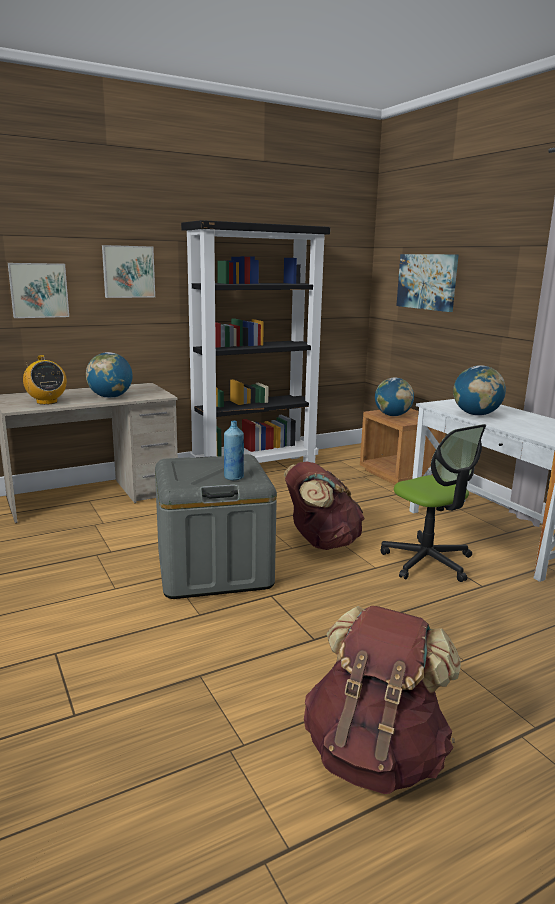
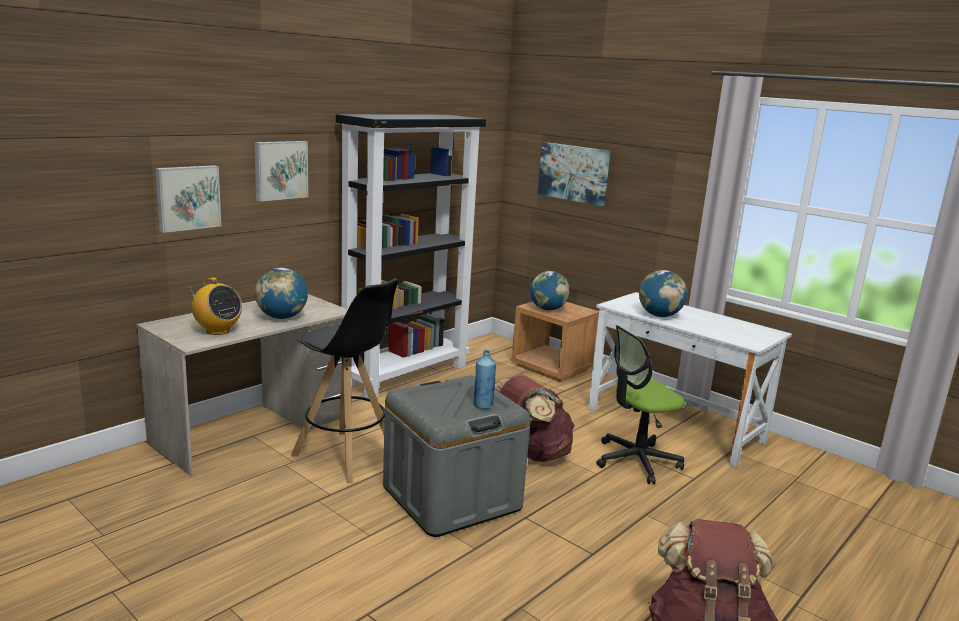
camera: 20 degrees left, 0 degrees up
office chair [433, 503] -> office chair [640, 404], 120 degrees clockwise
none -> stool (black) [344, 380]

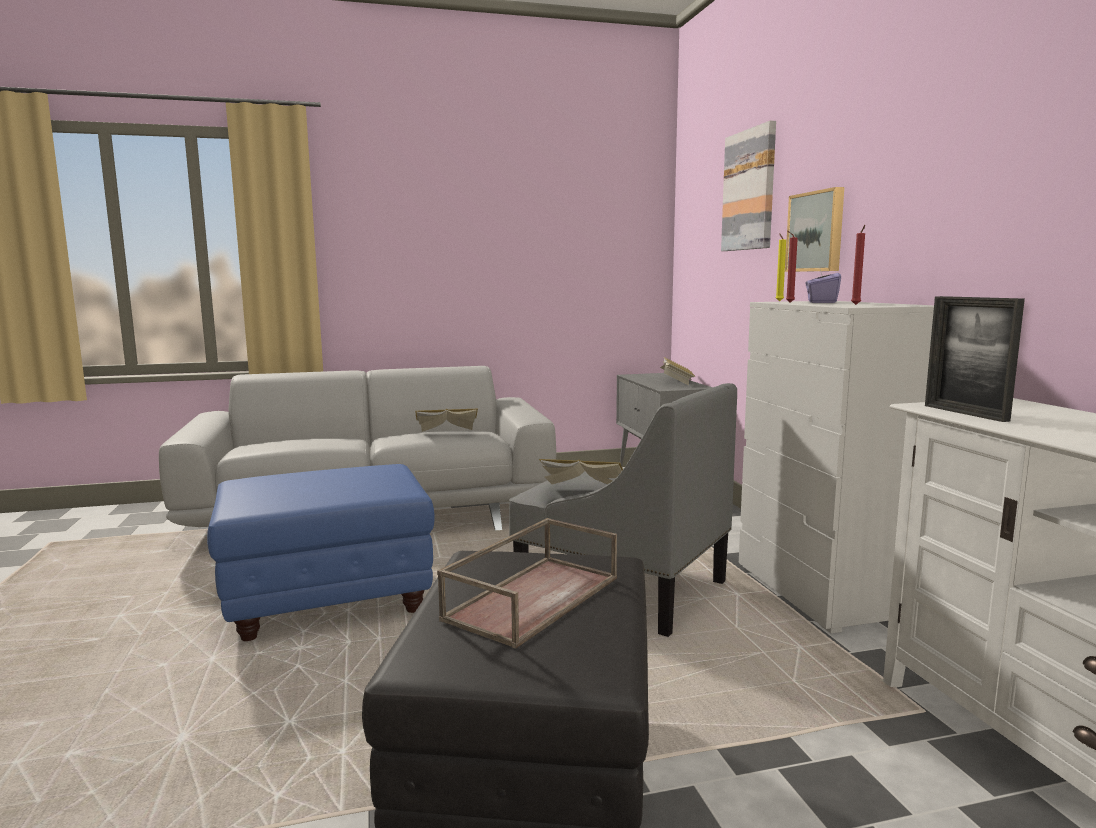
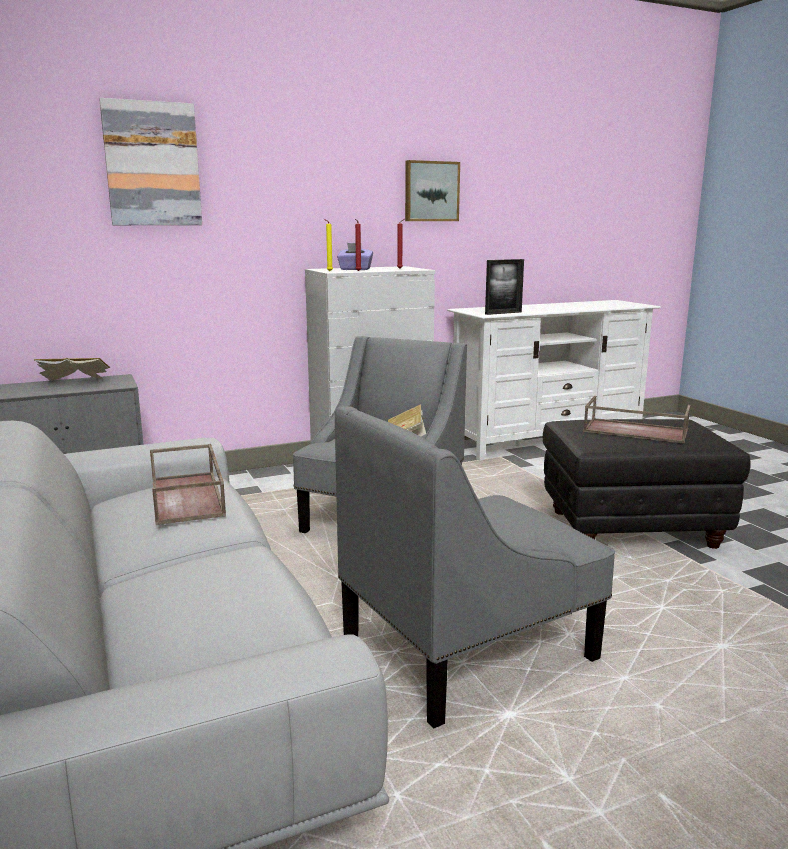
camera: 100 degrees left, 5 degrees up
ottoman (blue) [321, 552] -> armchair (grey) [475, 567]
book [446, 420] -> tray (brown) [188, 484]
picture [814, 229] -> picture [432, 190], relocated

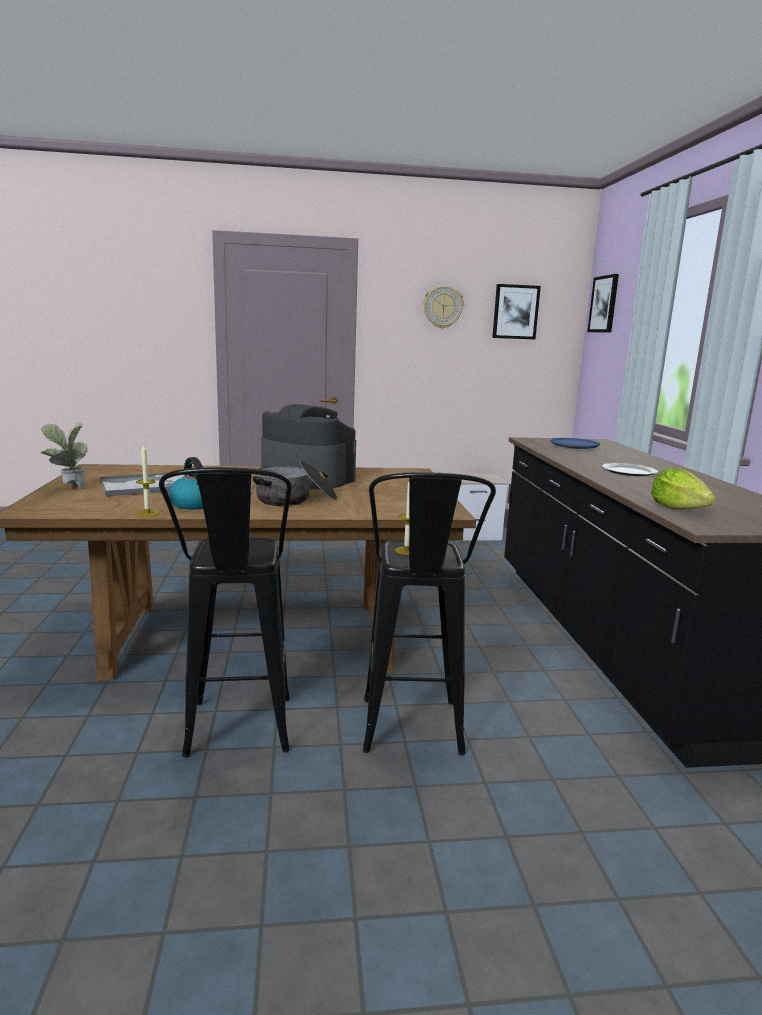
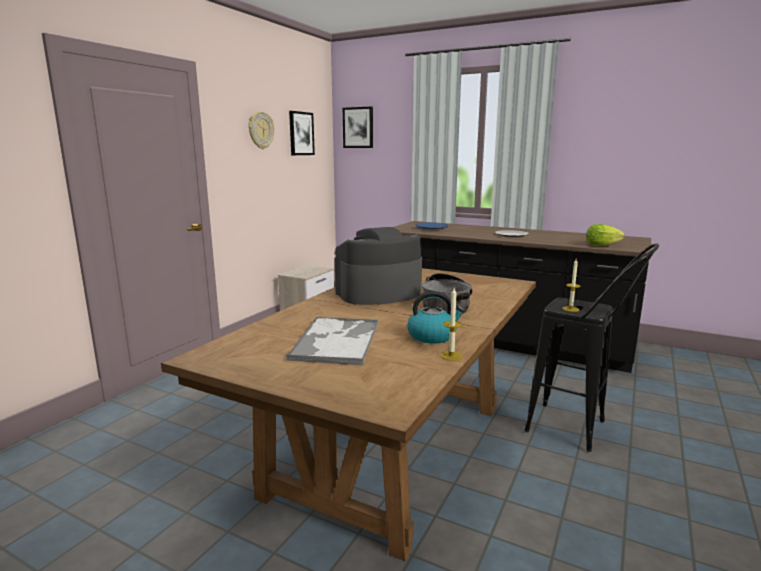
camera: 55 degrees left, 0 degrees up
potted plant [64, 455] -> none
stool (black) [225, 612] -> none

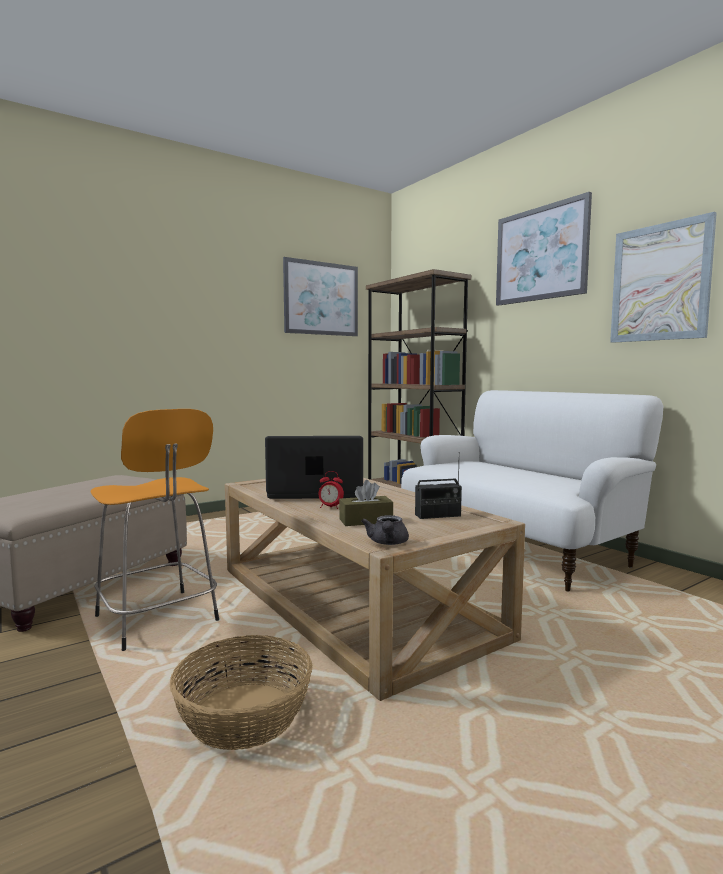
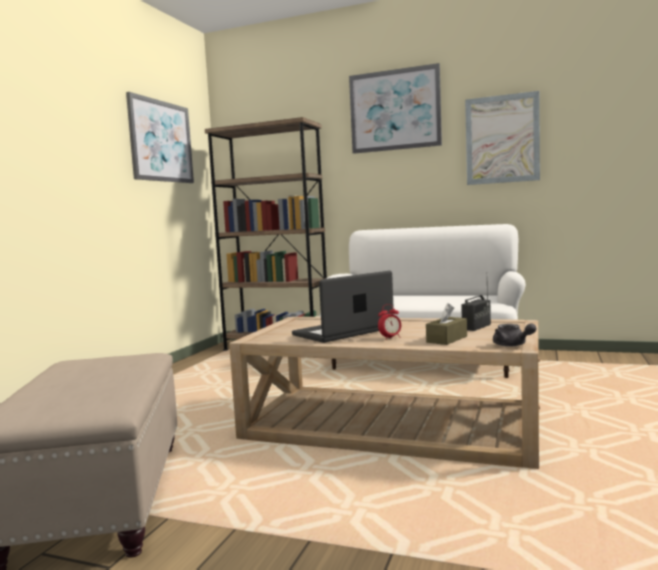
camera: 35 degrees left, 0 degrees up
stool (orange) [155, 530] -> none
basket [241, 692] -> none

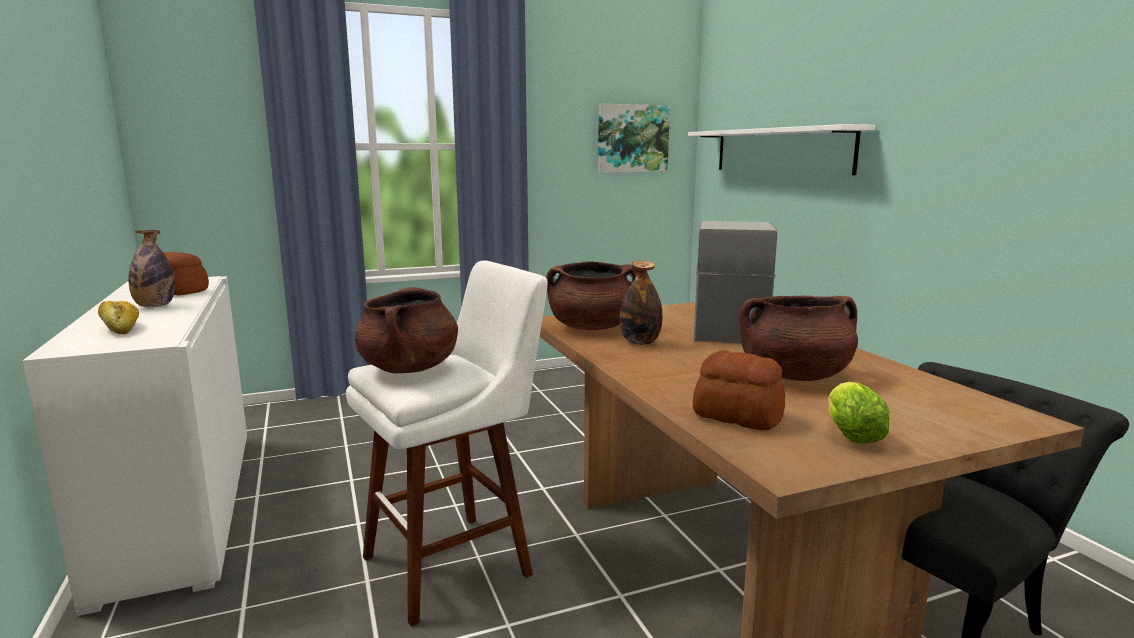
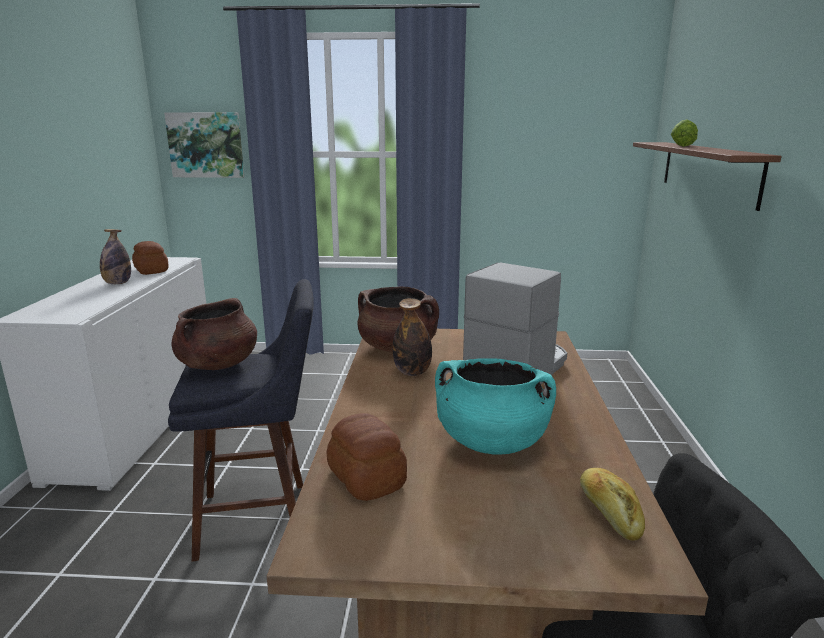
camera: 25 degrees right, 5 degrees up
bread [118, 317] -> bread [612, 504], relocated
stool (white) [447, 443] -> stool (blue) [241, 420]
picture [634, 138] -> picture [204, 145], relocated
shelf (white) [781, 149] -> shelf (brown) [707, 176]
cooking pot (brown) [798, 338] -> cooking pot (turquoise) [495, 406]
lettuce [859, 413] -> lettuce [684, 133], relocated

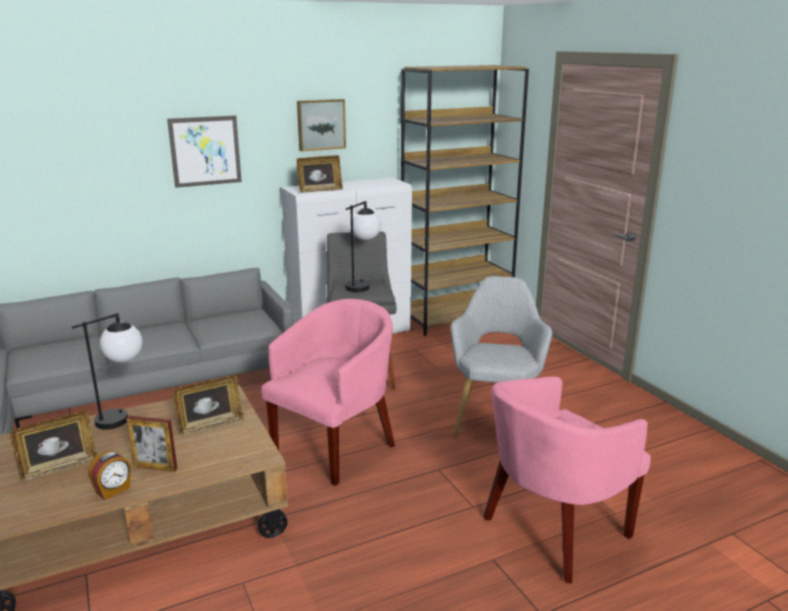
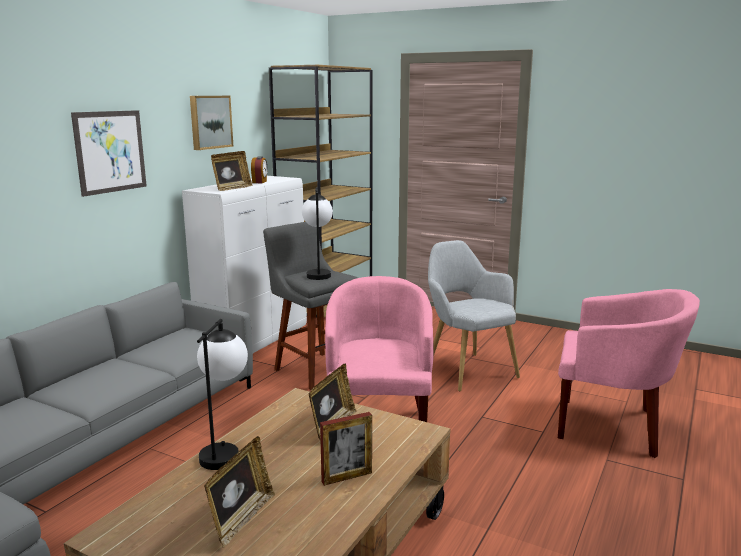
camera: 35 degrees left, 5 degrees down
alarm clock [109, 475] -> alarm clock [259, 169], relocated
armchair (pink) [567, 480] -> armchair (pink) [629, 373], 90 degrees counterclockwise

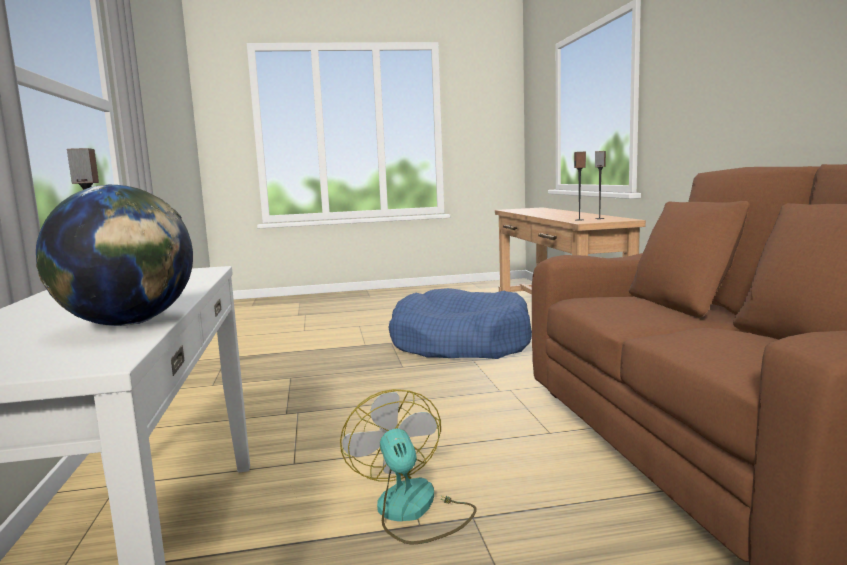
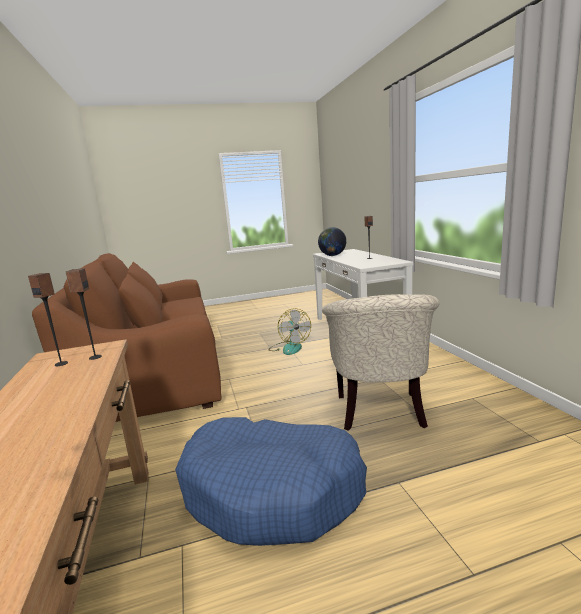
camera: 175 degrees right, 5 degrees up
none -> armchair (beige) [381, 362]

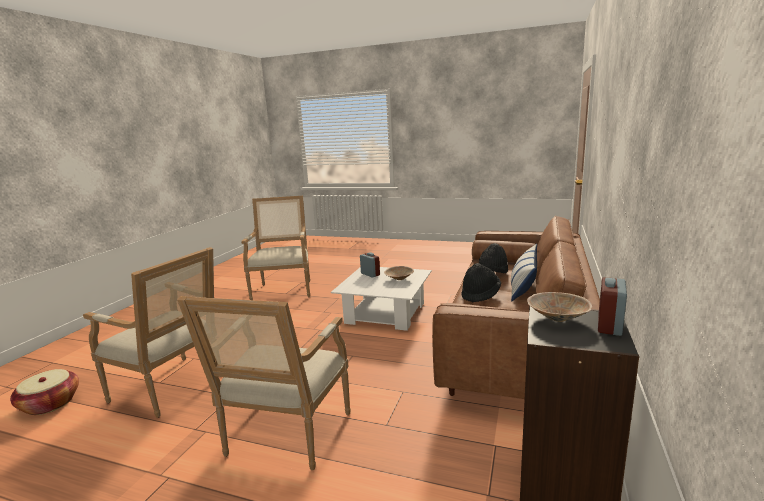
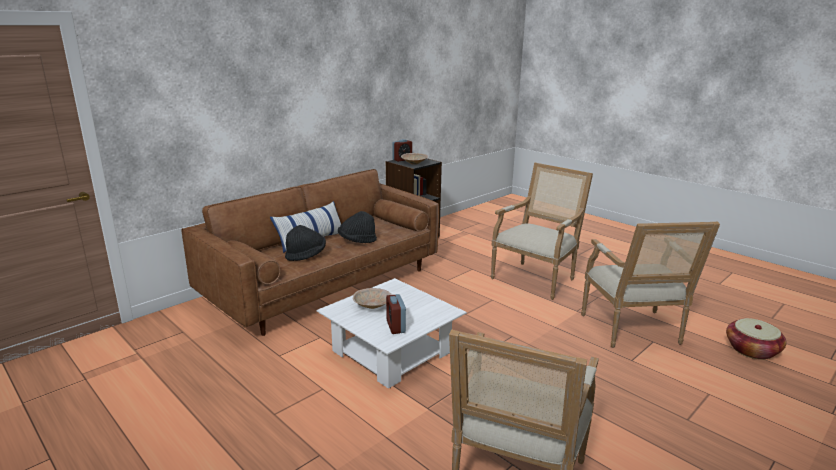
camera: 155 degrees left, 5 degrees up
armchair [148, 332] -> armchair [650, 285], 150 degrees counterclockwise

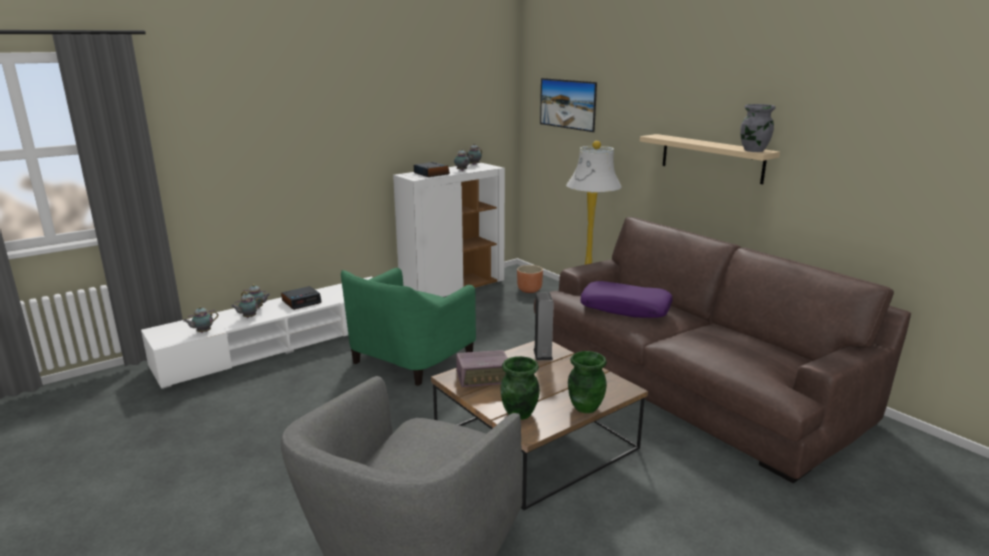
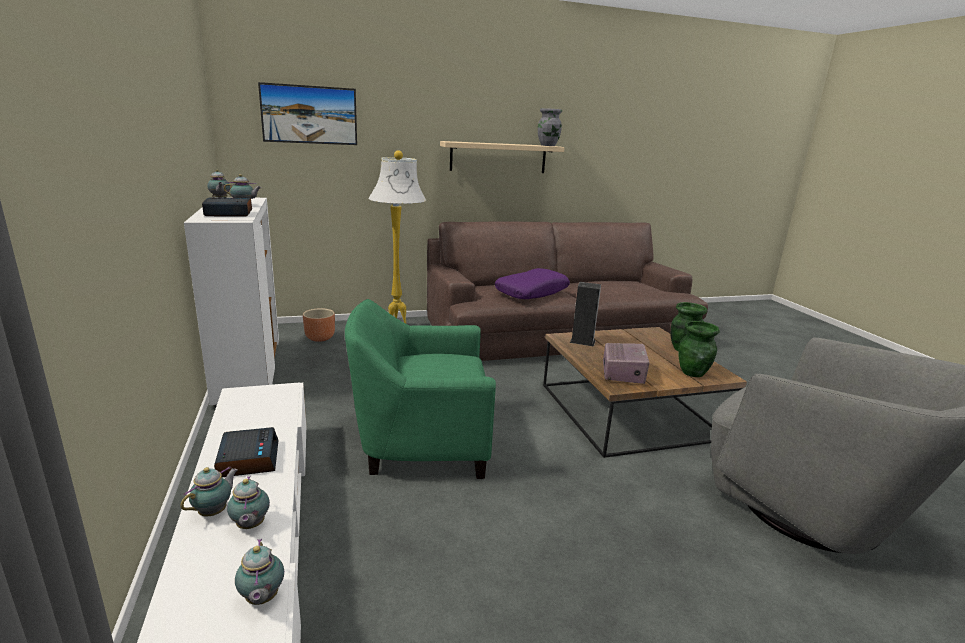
camera: 70 degrees left, 0 degrees up
armchair (green) [408, 327] -> armchair (green) [420, 389], 120 degrees clockwise

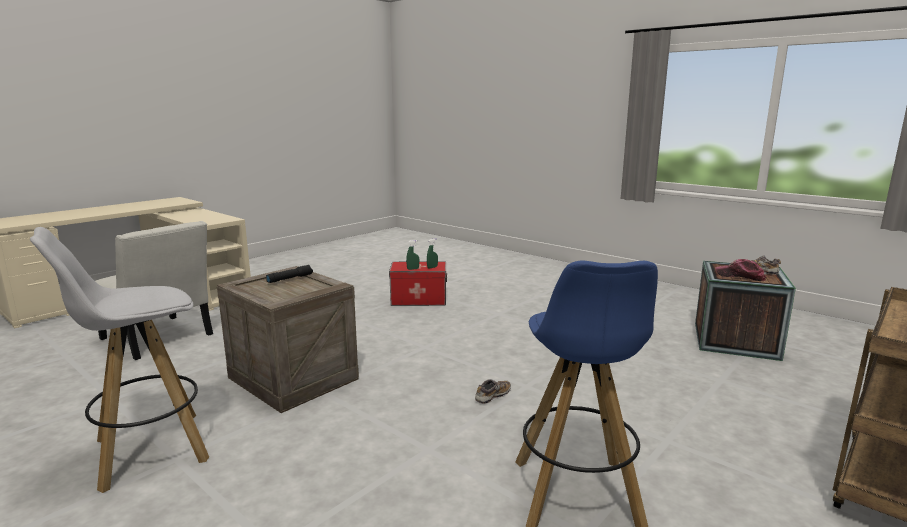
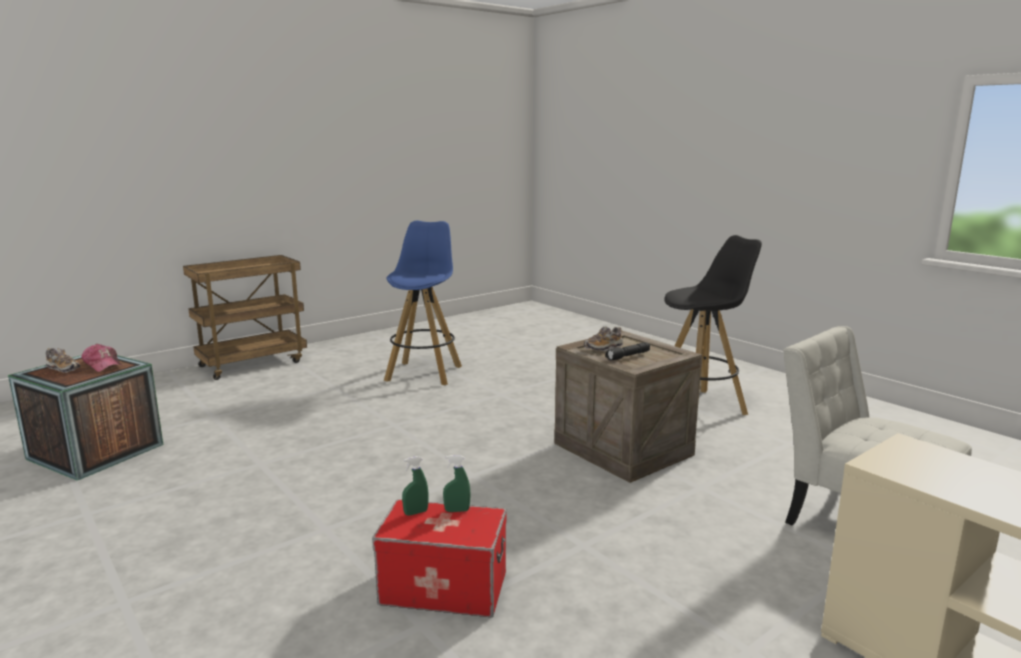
camera: 170 degrees left, 0 degrees up
stool (white) [119, 360] -> stool (black) [713, 325]
shoe [493, 391] -> shoe [603, 339], relocated

